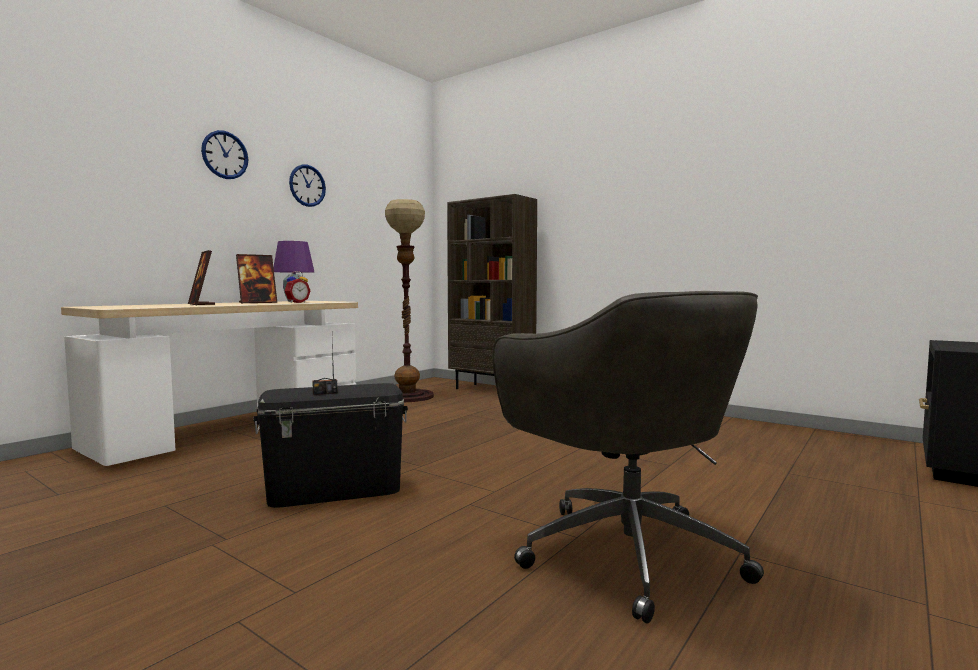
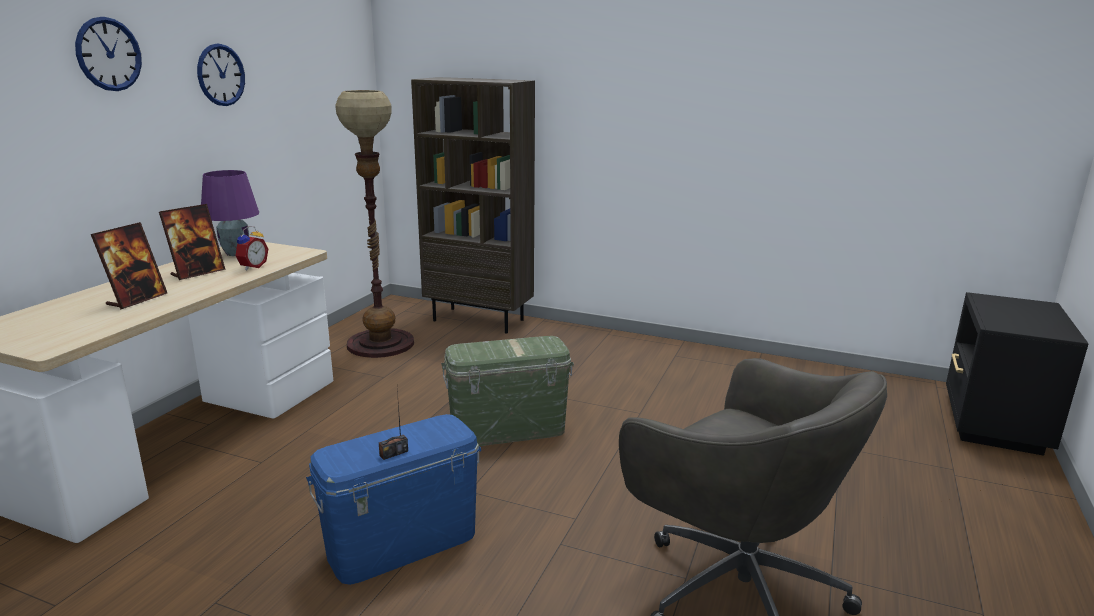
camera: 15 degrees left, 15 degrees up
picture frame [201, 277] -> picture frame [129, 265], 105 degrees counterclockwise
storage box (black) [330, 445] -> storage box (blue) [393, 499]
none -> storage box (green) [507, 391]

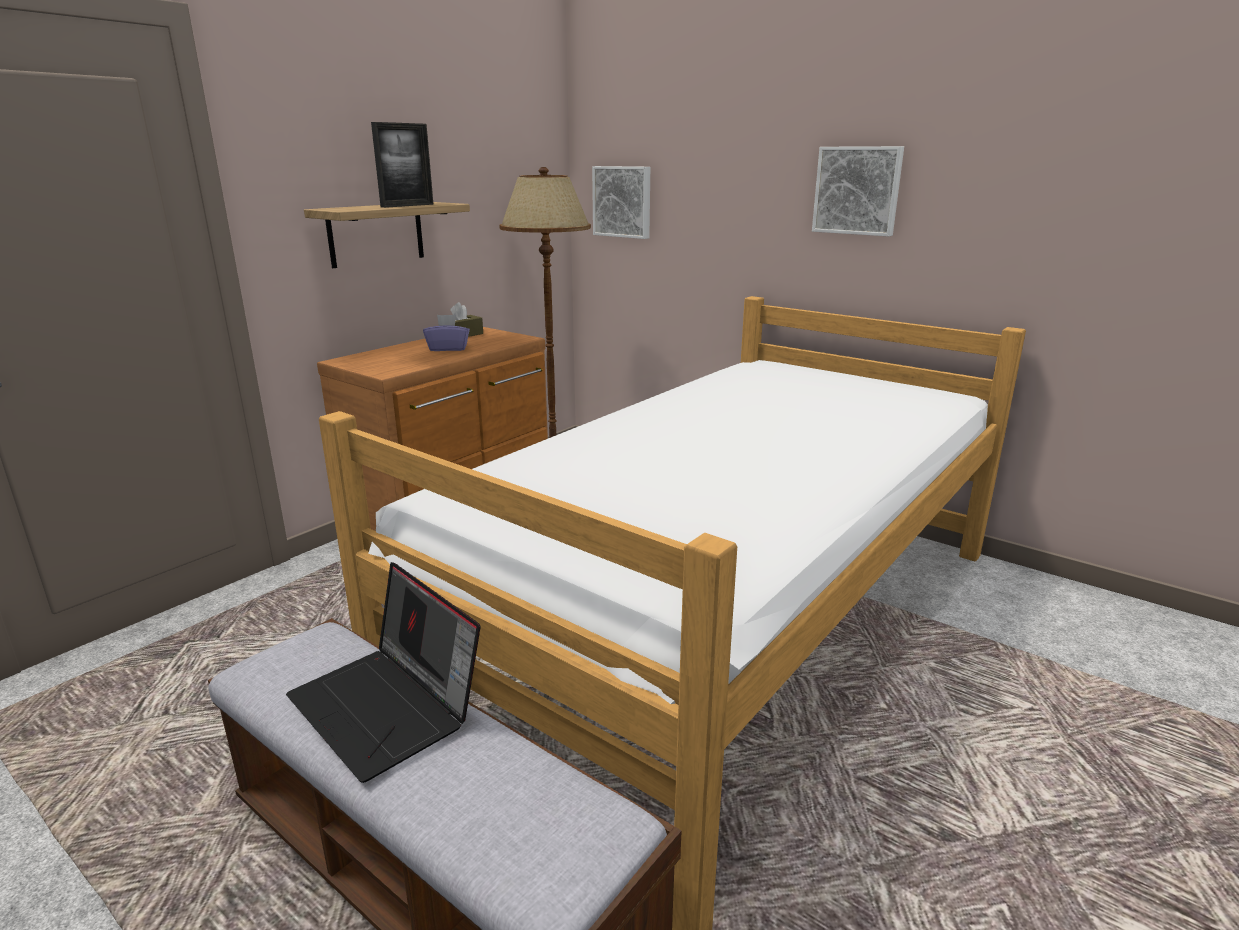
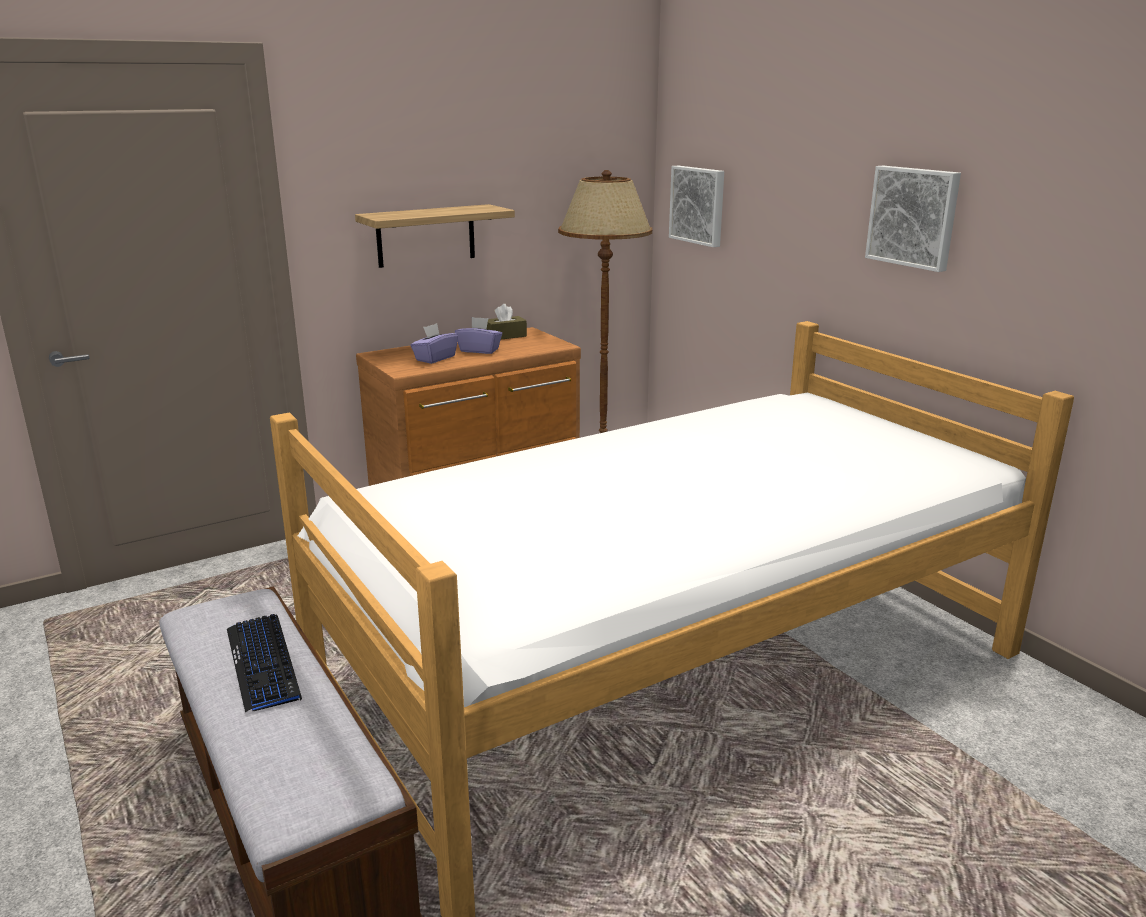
camera: 20 degrees right, 0 degrees up
laptop [383, 672] -> keyboard [264, 663]
picture frame [402, 165] -> none
none -> tissue box (purple) [434, 343]

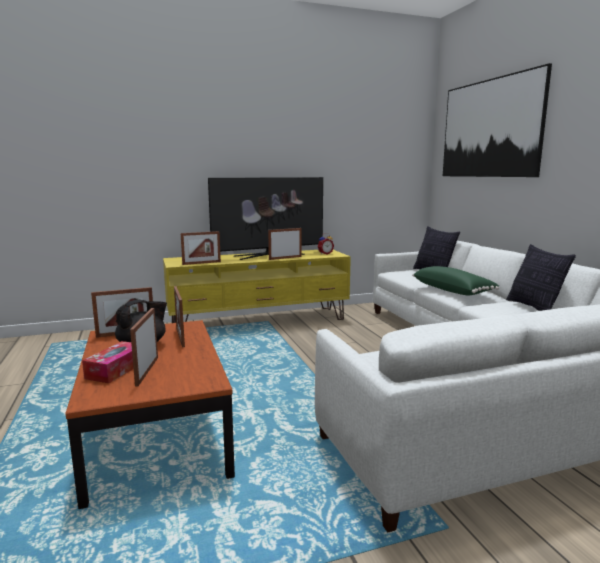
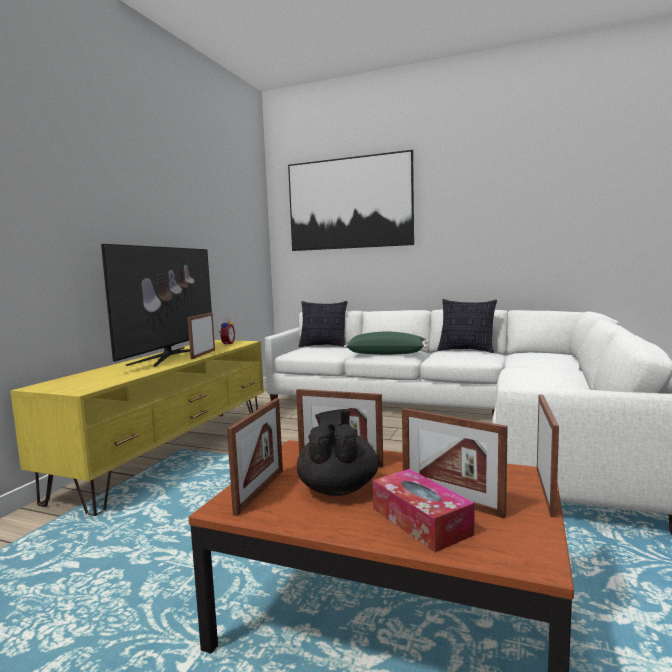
camera: 50 degrees left, 5 degrees down
picture frame [201, 248] -> picture frame [548, 456], relocated

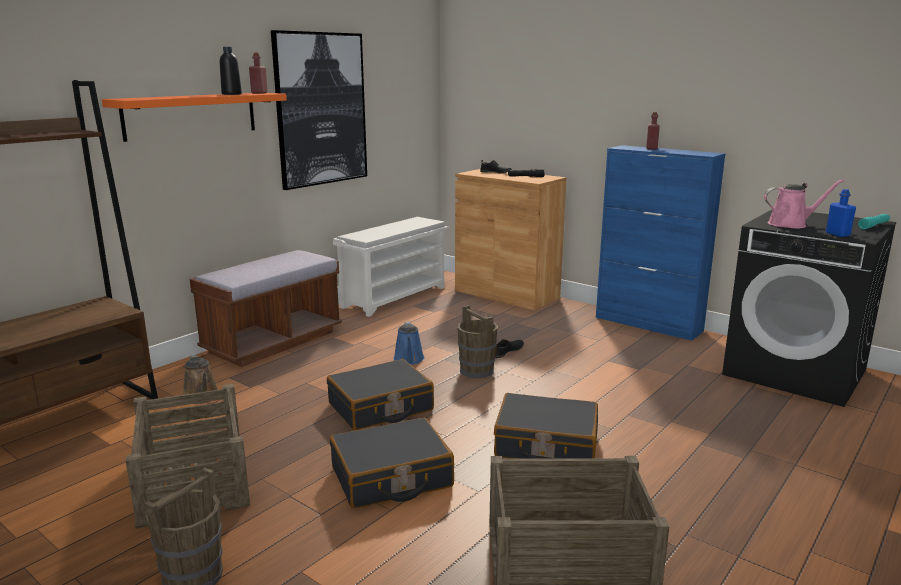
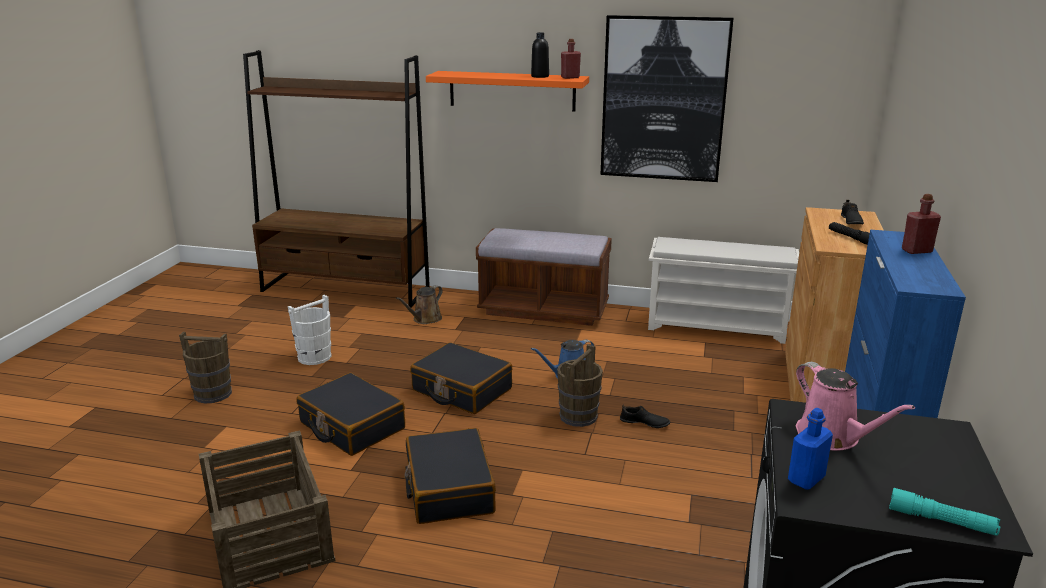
camera: 65 degrees right, 5 degrees up
crate [188, 456] -> bucket (white) [309, 330]

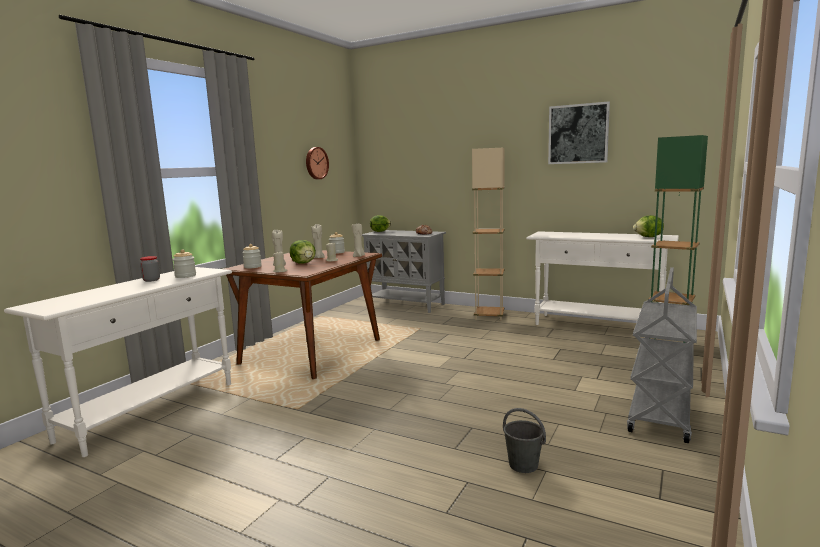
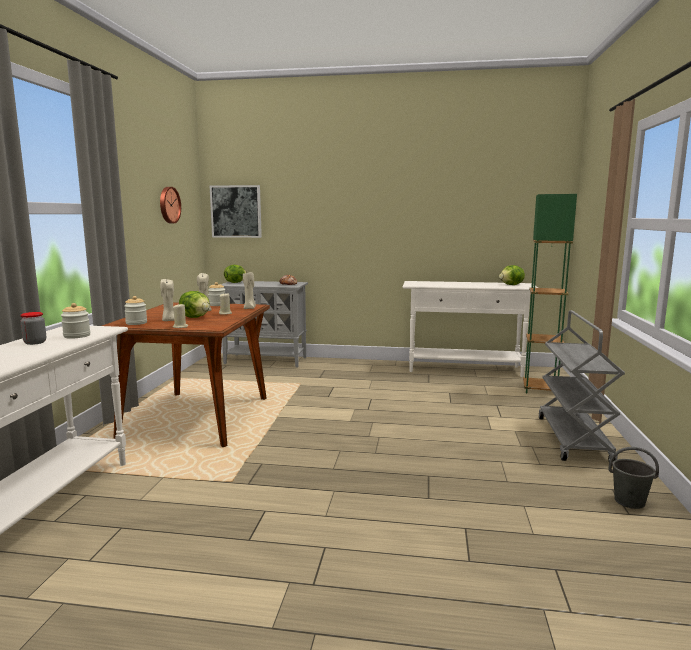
camera: 20 degrees left, 0 degrees up
floor lamp (beige) [488, 234] -> none
bucket (grey) [524, 440] -> bucket (grey) [633, 478], relocated
picture [579, 133] -> picture [236, 211], relocated

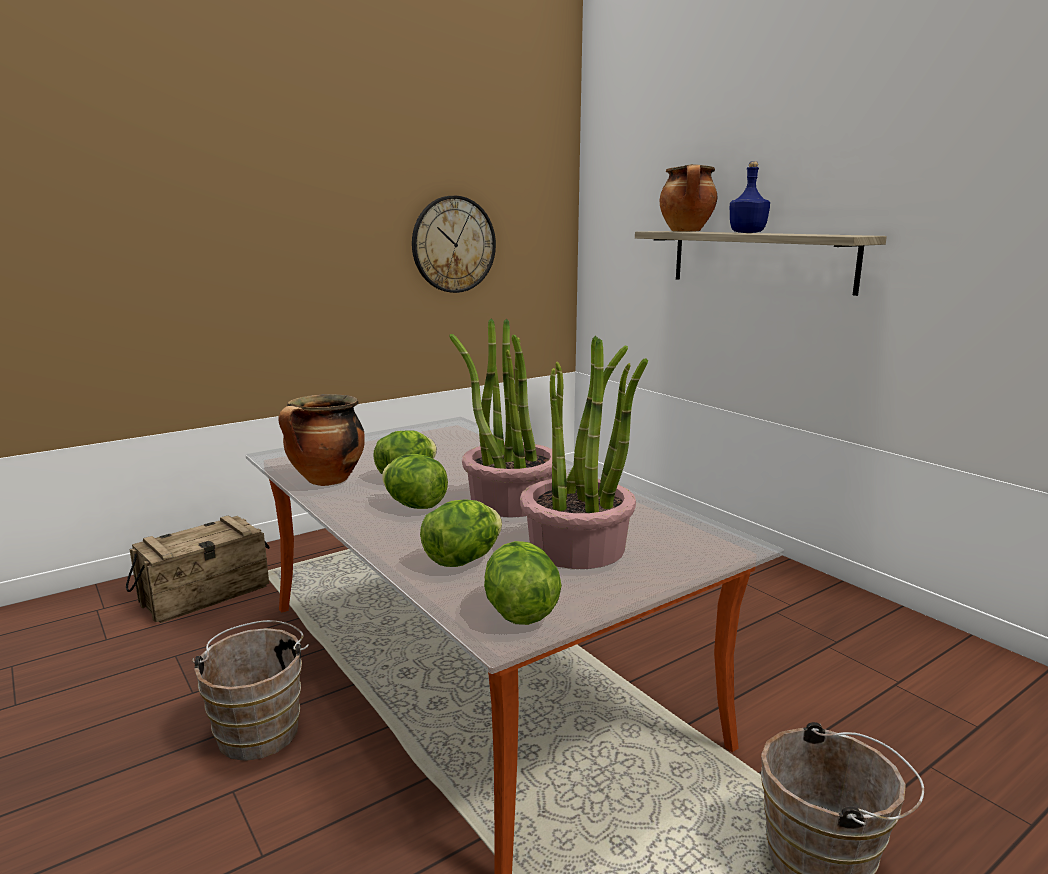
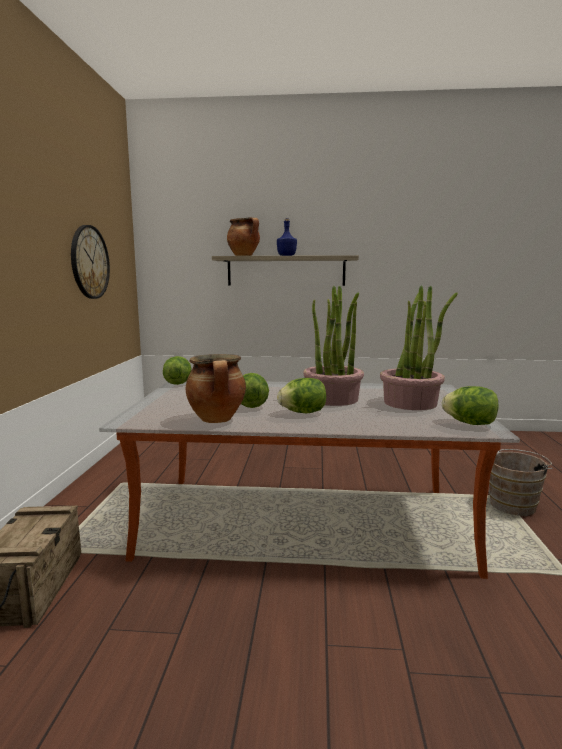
camera: 50 degrees left, 5 degrees down
bucket (brown) [250, 690] -> none
lettuce [461, 533] -> lettuce [177, 370], relocated

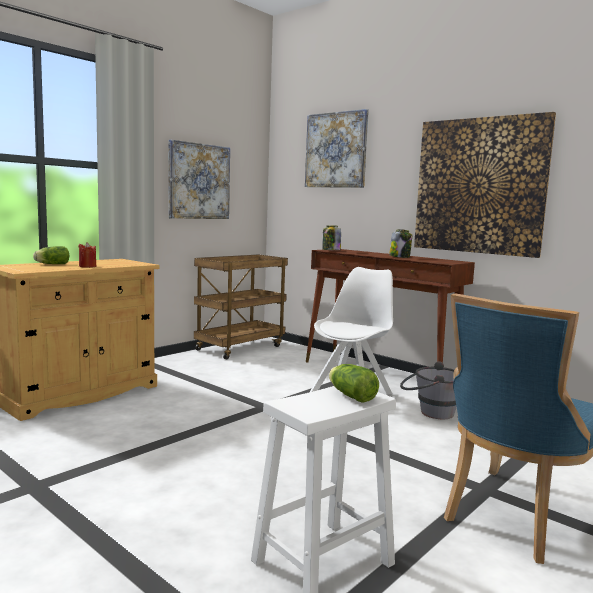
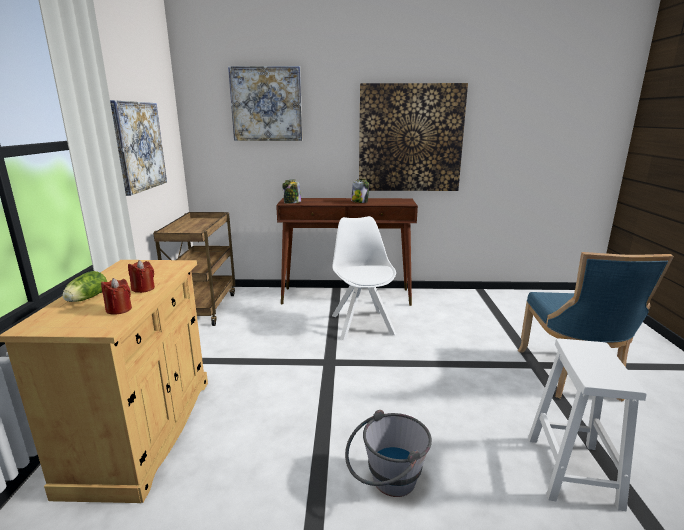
camera: 40 degrees left, 10 degrees up
lettuce [354, 383] -> none
bucket (grey) [428, 390] -> bucket (grey) [388, 453], relocated
none -> candle (red) [116, 296]

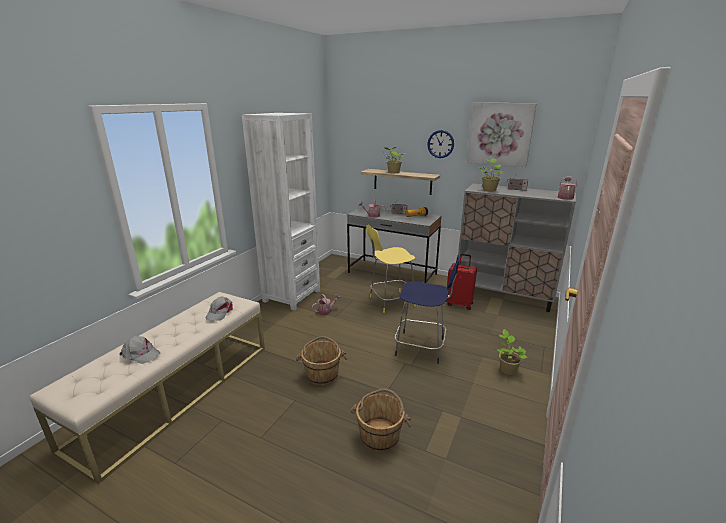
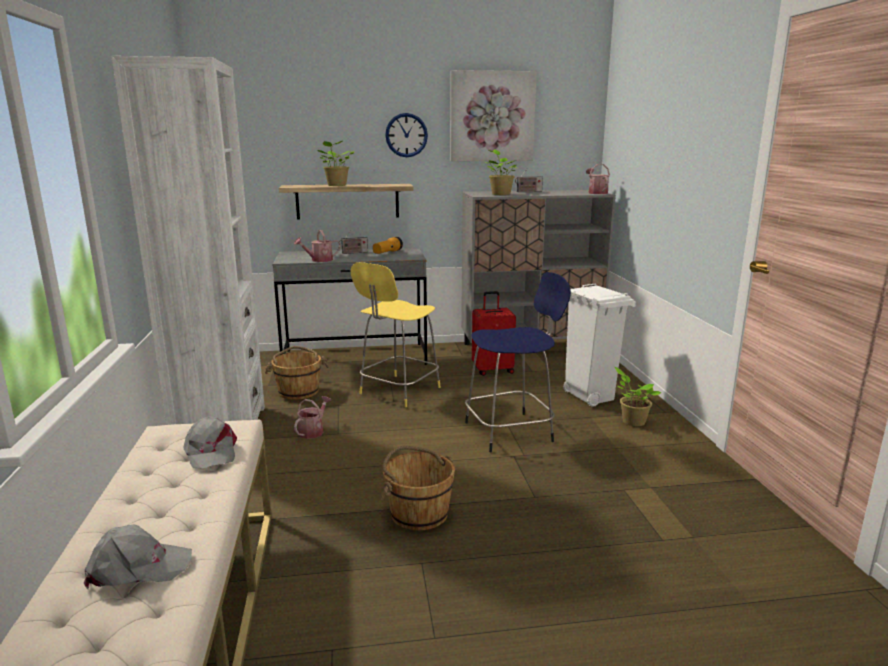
camera: 35 degrees left, 5 degrees down
bucket (brown) [381, 420] -> bucket (brown) [297, 373], relocated
none -> trash can (white) [599, 345]

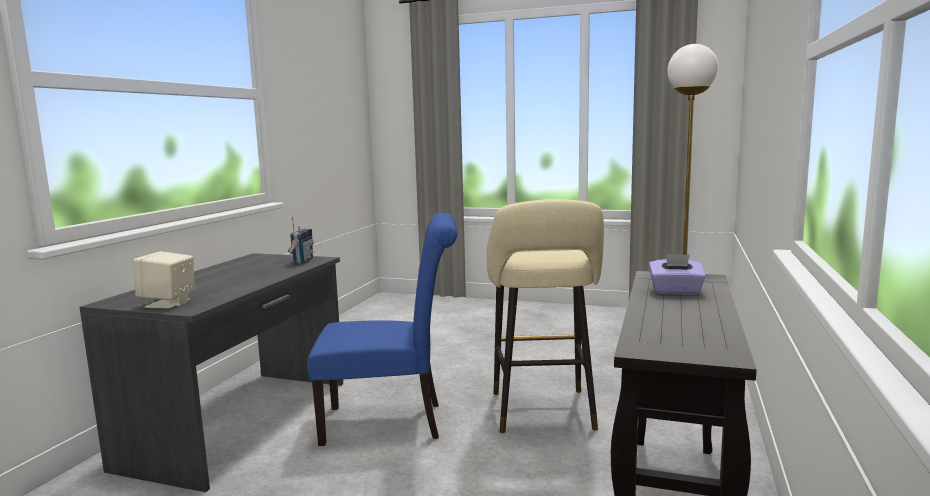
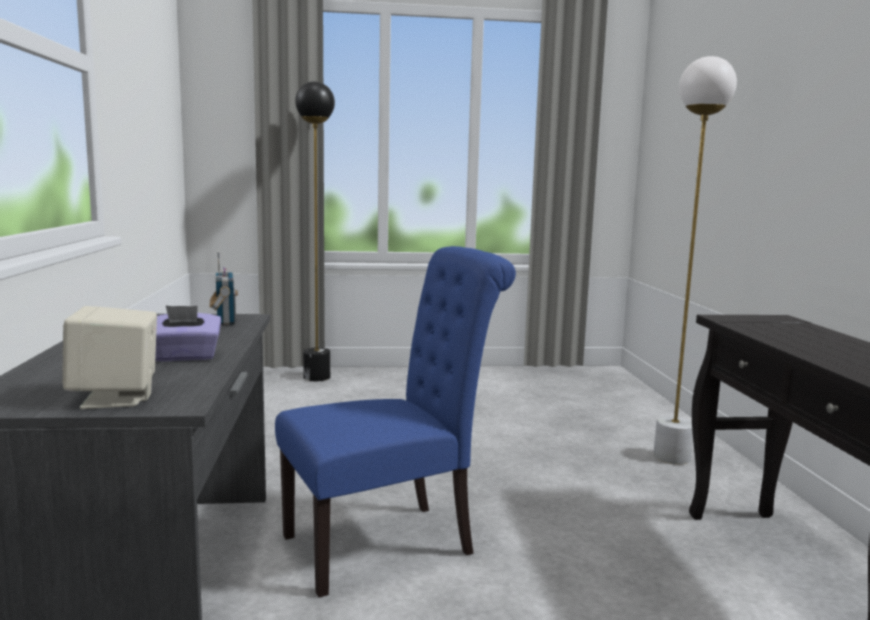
camera: 25 degrees left, 0 degrees up
stool (beige) [545, 316] -> none
tissue box (purple) [677, 274] -> tissue box (purple) [188, 333], relocated
none -> floor lamp (black) [315, 231]

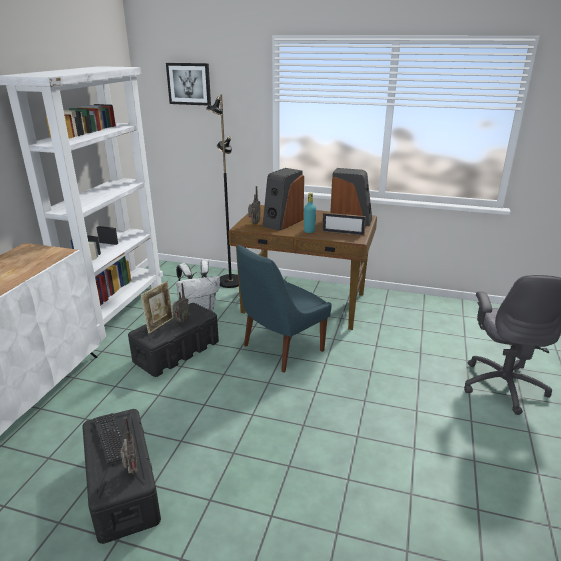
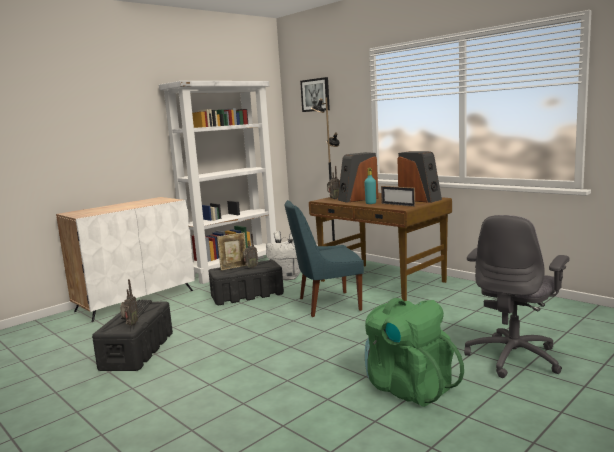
camera: 30 degrees right, 15 degrees down
none -> backpack (green) [414, 352]

